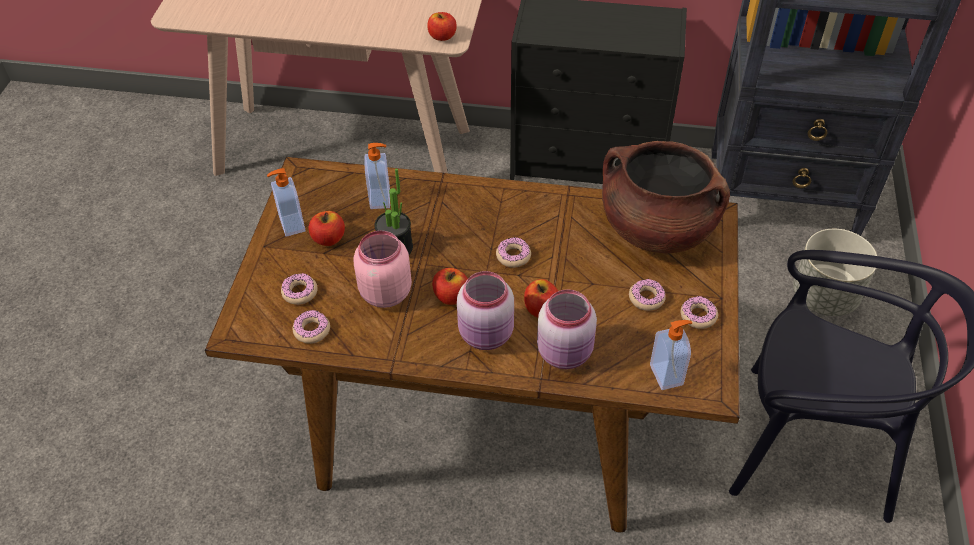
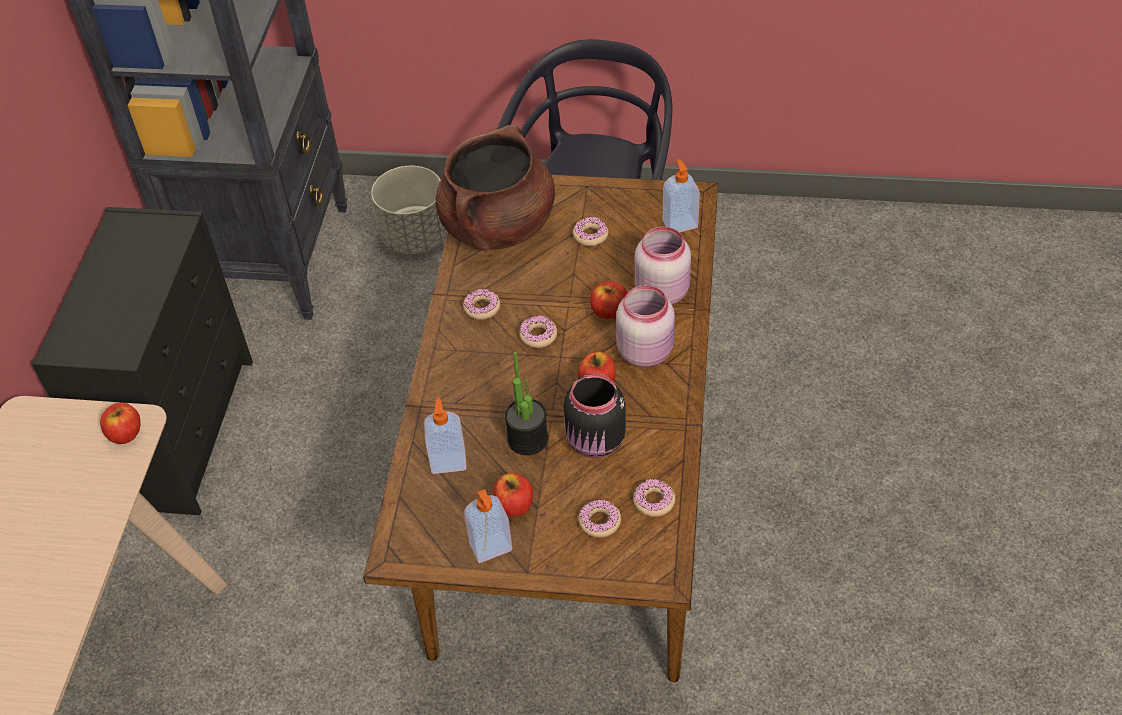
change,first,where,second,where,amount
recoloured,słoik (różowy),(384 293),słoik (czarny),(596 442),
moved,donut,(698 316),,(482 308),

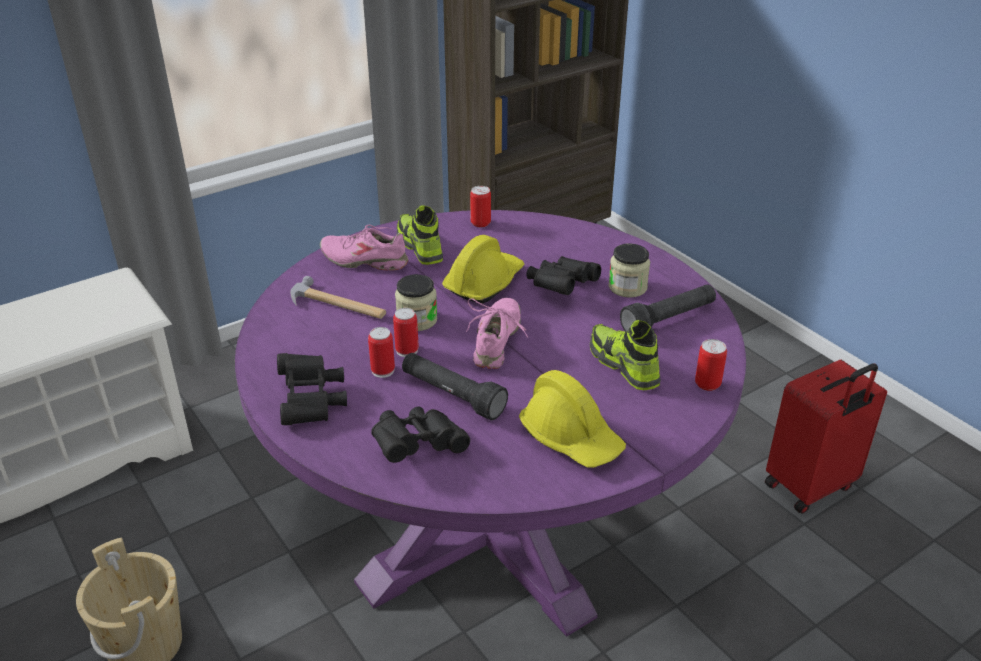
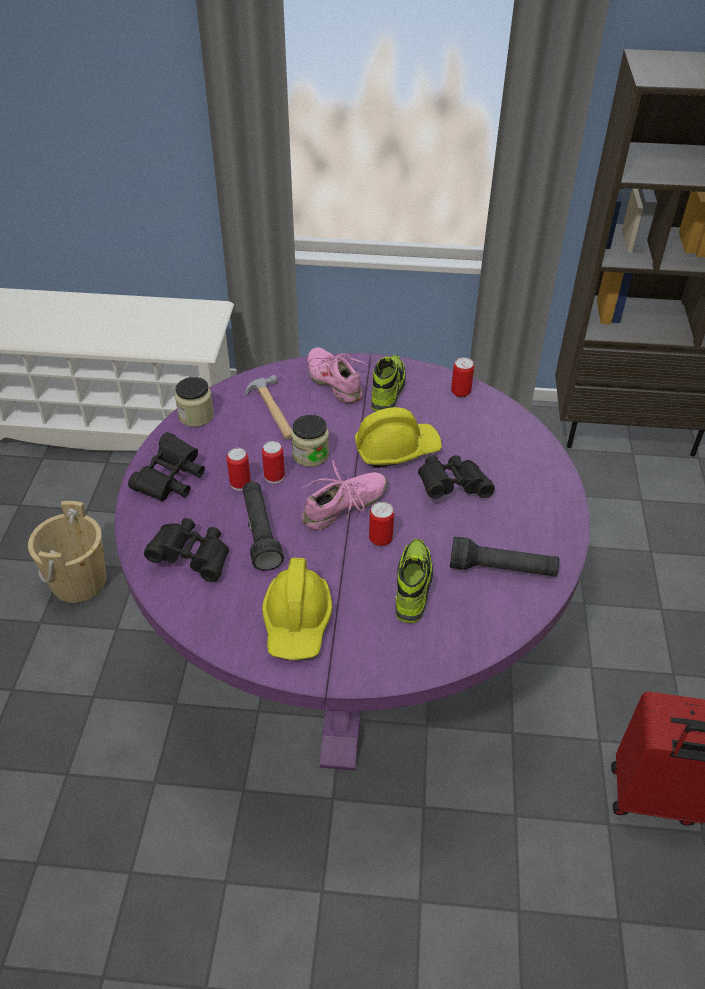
change,first,where,second,where,amount
moved,słoik,(627 287),,(196 416),
moved,puszka,(707 384),,(380 539),

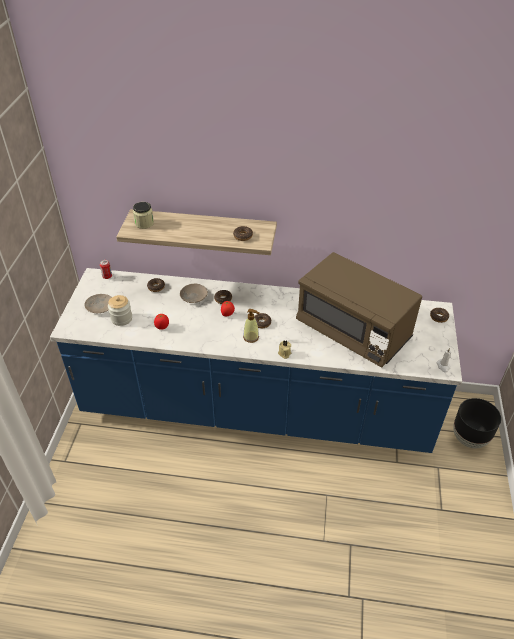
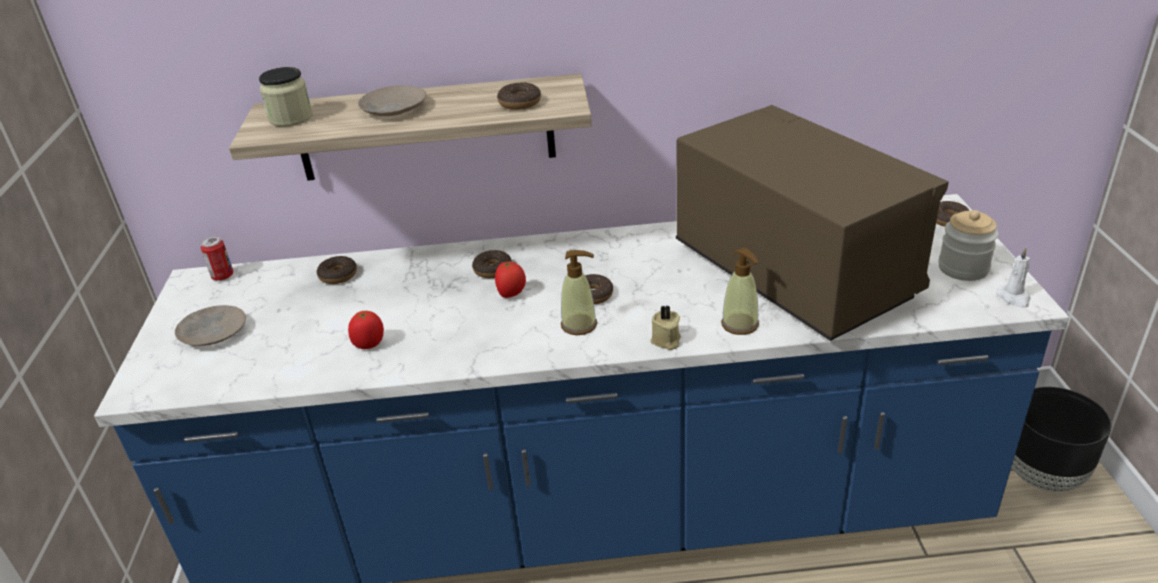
change,first,where,second,where,amount
moved,słoik,(121 318),,(963 268),
moved,talerz (beżowy),(193 296),,(393 109),
turned,mikrofalówka (brązowy),(353 331),,(792 273),150 degrees counterclockwise
added,,,dozownik mydła,(740 324),

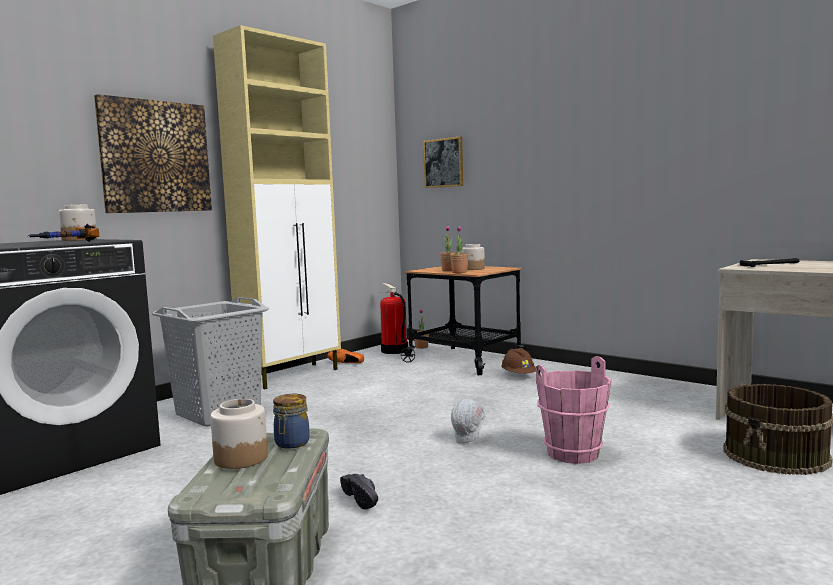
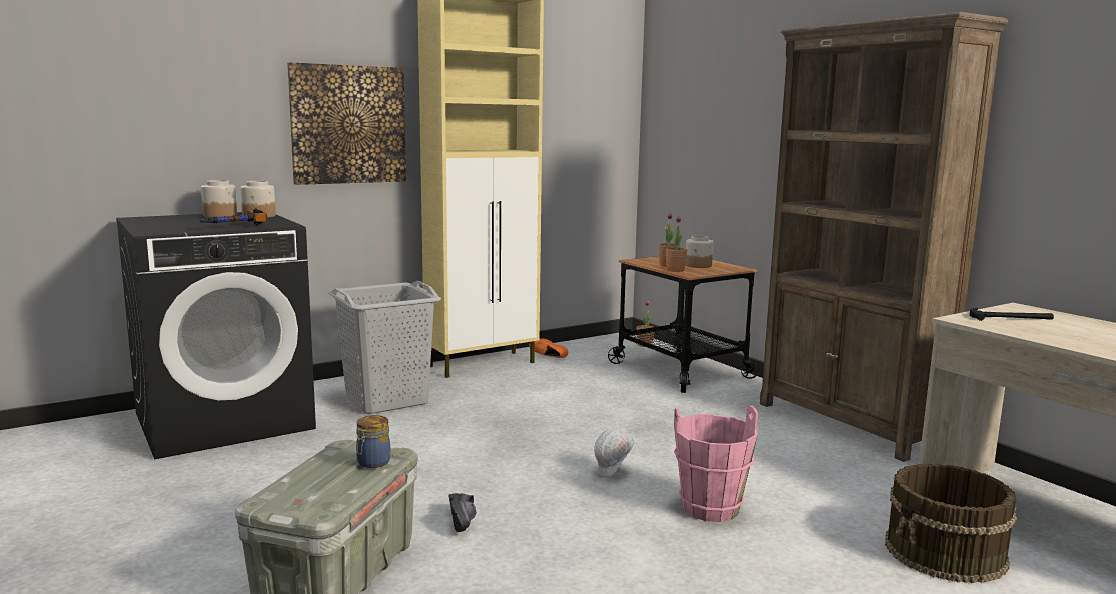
change,first,where,second,where,amount
moved,słoik,(241 458),,(220 215),
removed,gaśnica,(394 351),,,
removed,obraz,(444 163),,,
removed,kask (brązowy),(519 376),,,
added,,,regał (brązowy),(848 424),

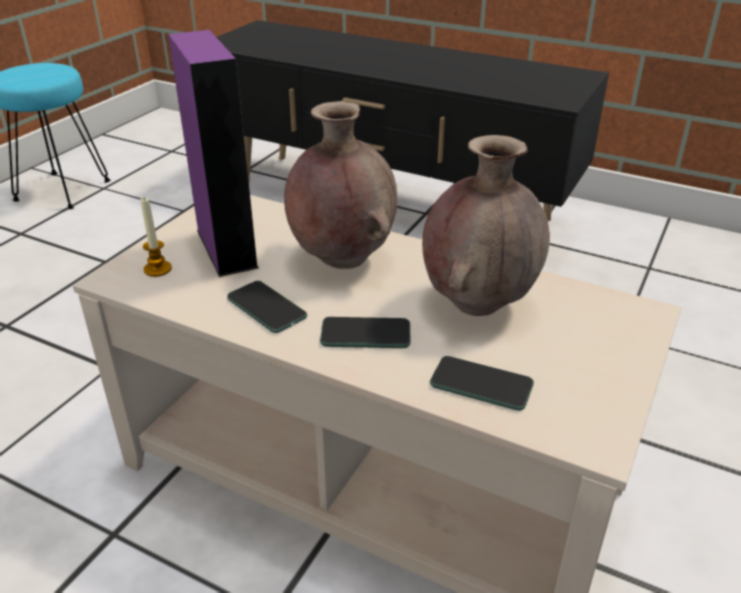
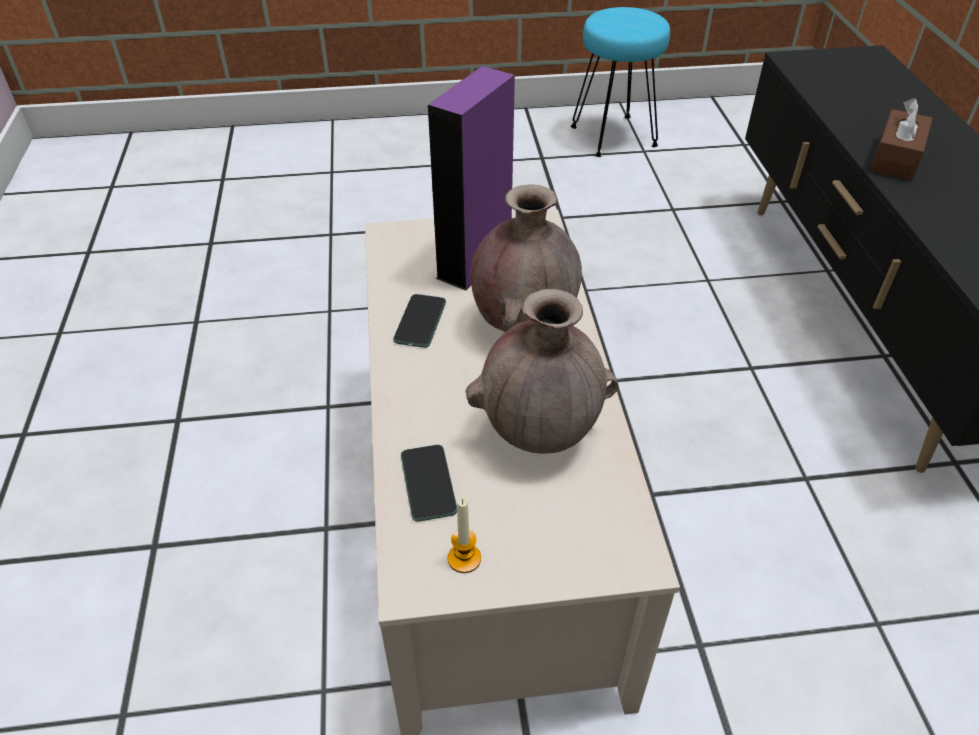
change,first,where,second,where,amount
moved,świeca,(157 269),,(464 558),
removed,telefon,(365 334),,,
added,,,pudełko chusteczek (brązowy),(895 158),

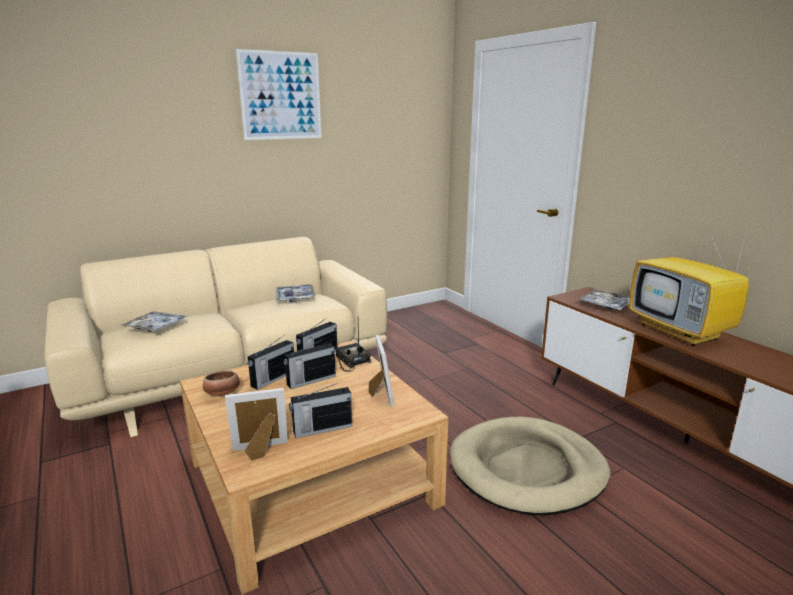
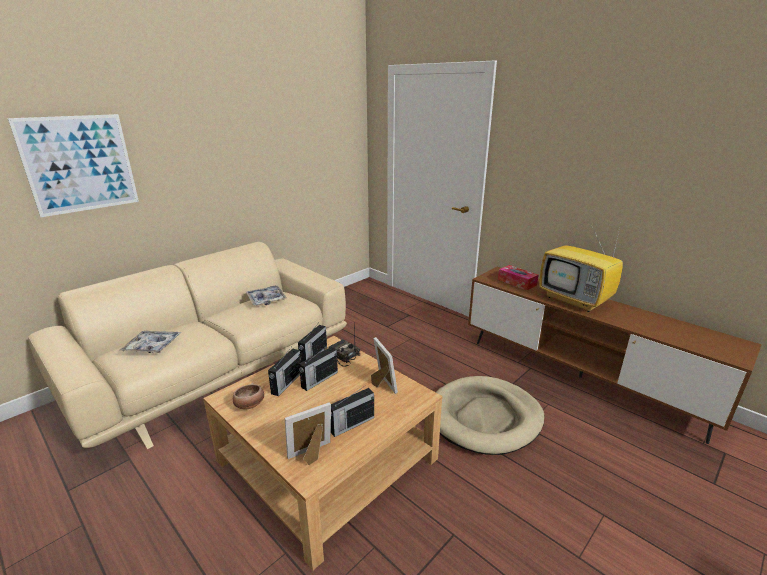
change,first,where,second,where,amount
moved,obraz,(281 96),,(80 164),
replaced,taca,(606 305),pudełko chusteczek,(516 282),

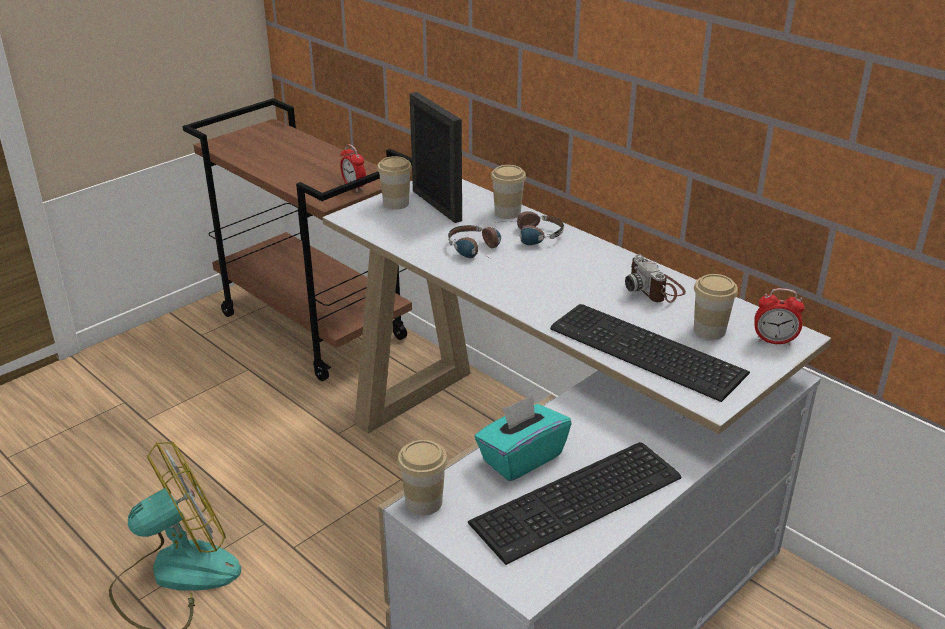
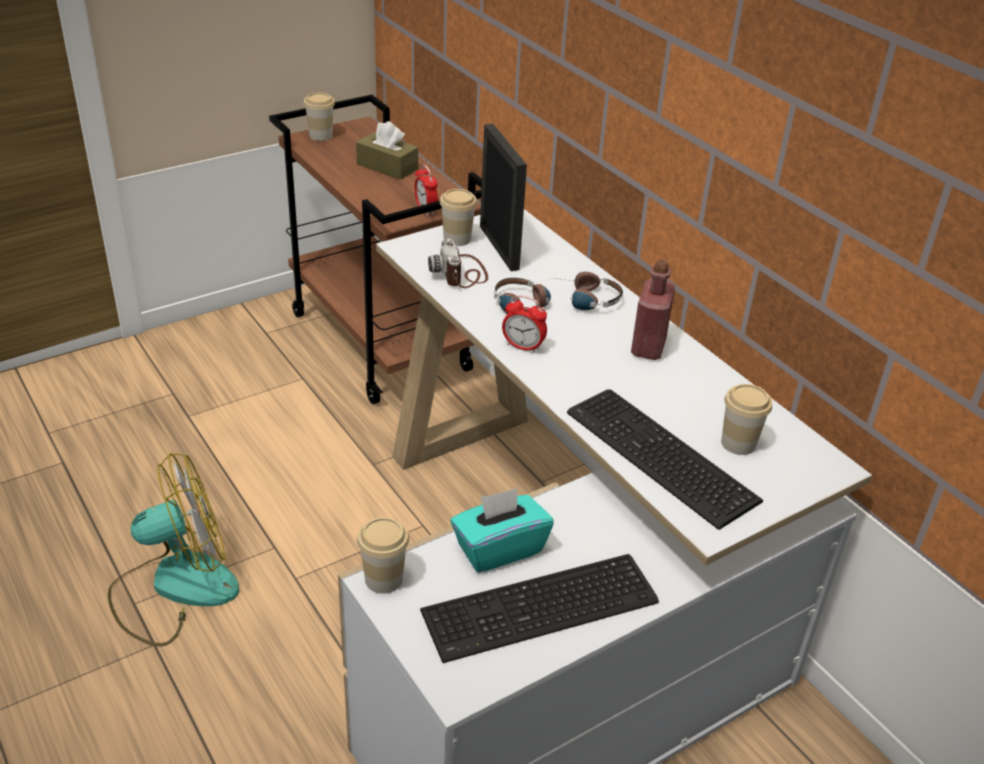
change,first,where,second,where,amount
moved,filiżanka,(507 213),,(320 136),
moved,aparat fotograficzny,(655 289),,(461 273),
moved,budzik,(774 341),,(523 347),
added,,,pudełko chusteczek (brązowy),(387 166),
added,,,butelka (czerwony),(648 347),

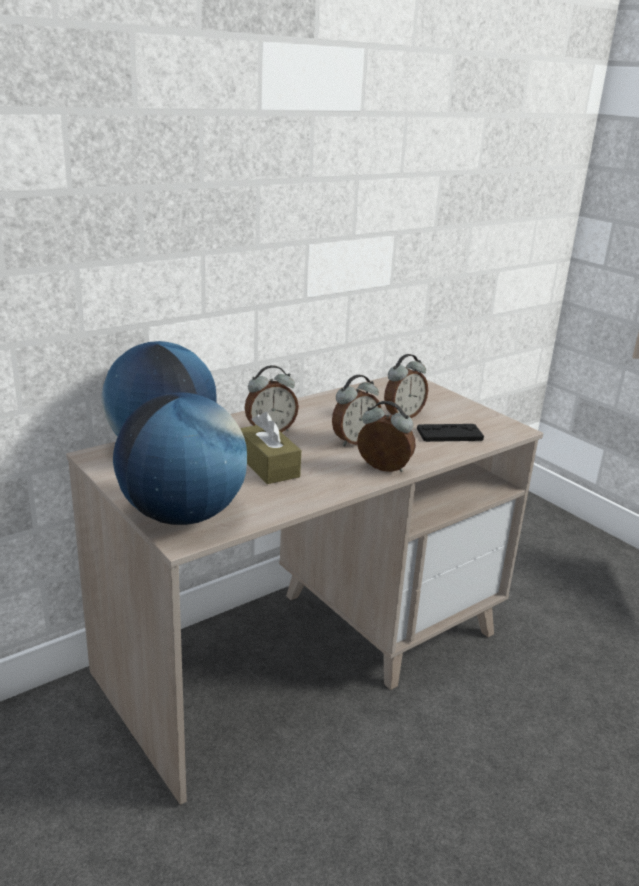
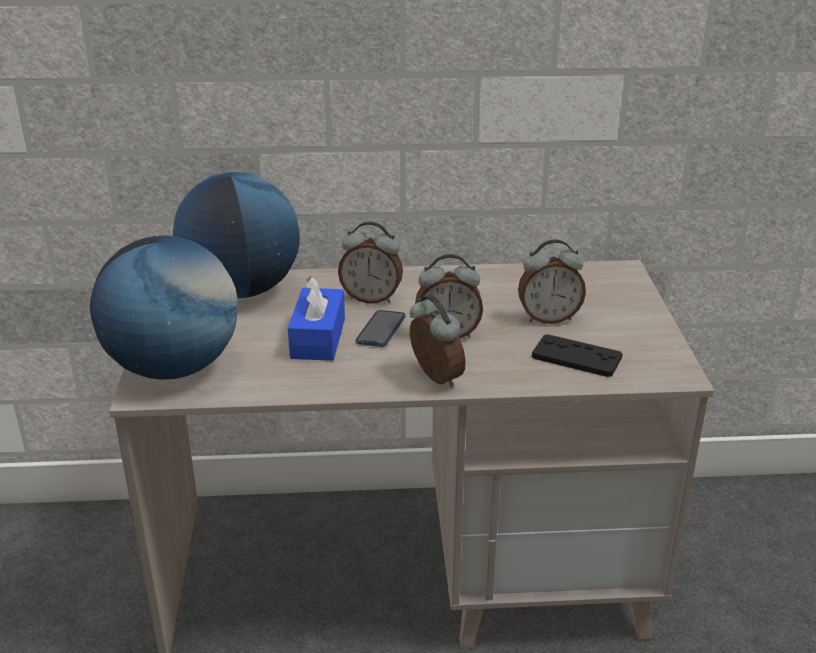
change,first,where,second,where,amount
recoloured,pudełko chusteczek (brązowy),(268 466),pudełko chusteczek (niebieski),(318 338),
added,,,telefon,(381 330),

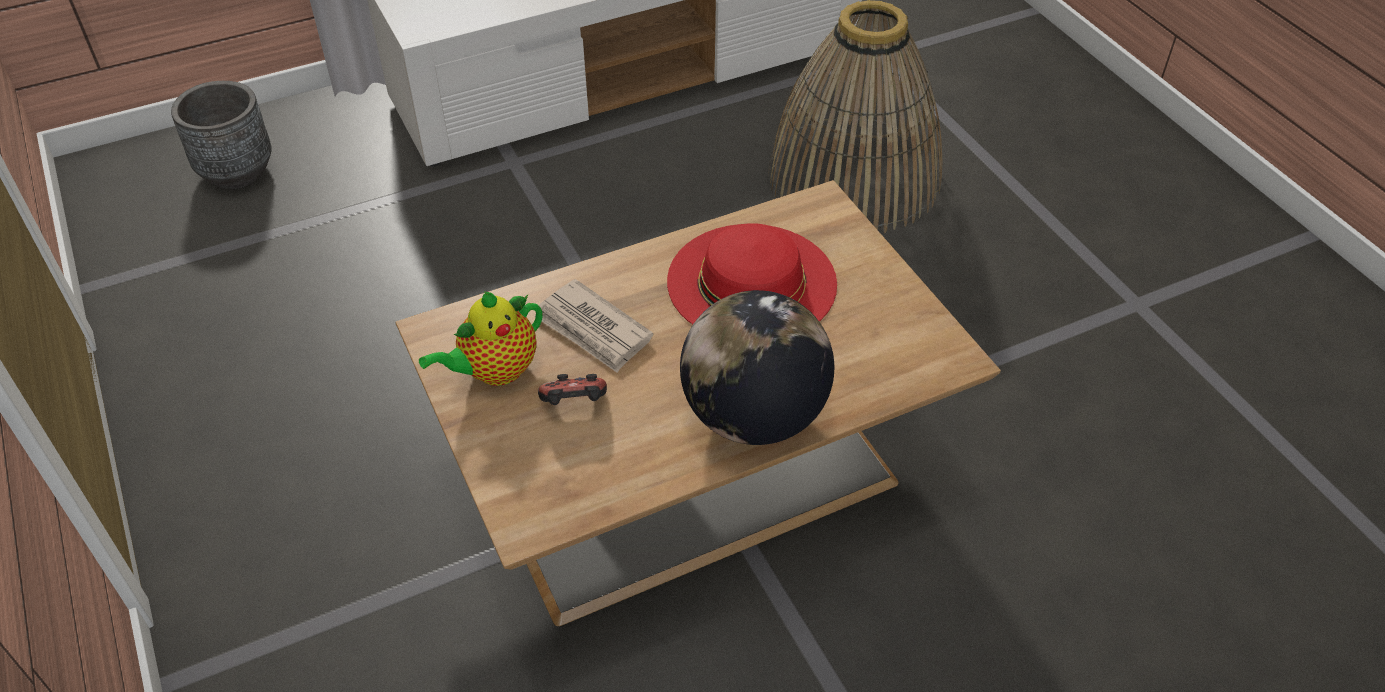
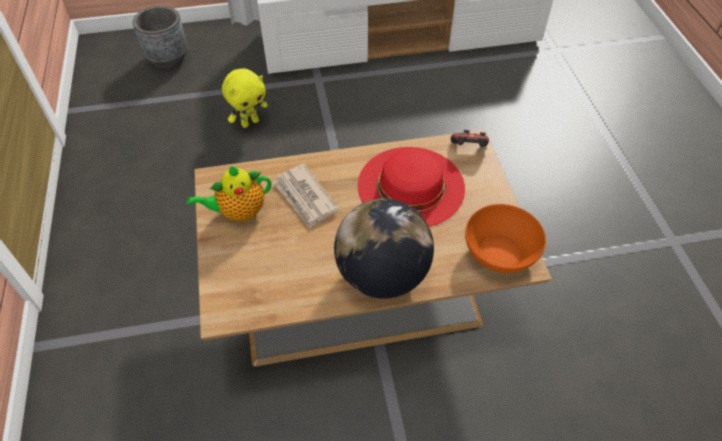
change,first,where,second,where,amount
moved,pad do gier,(574 405),,(468 148),
removed,koszyk,(854 177),,,
added,,,pluszak (żółty),(250 122),
added,,,miska (pomarańczowy),(500 252),

